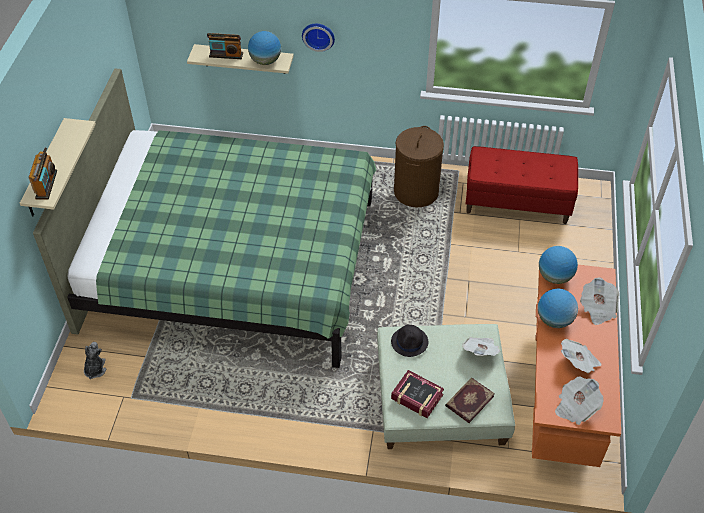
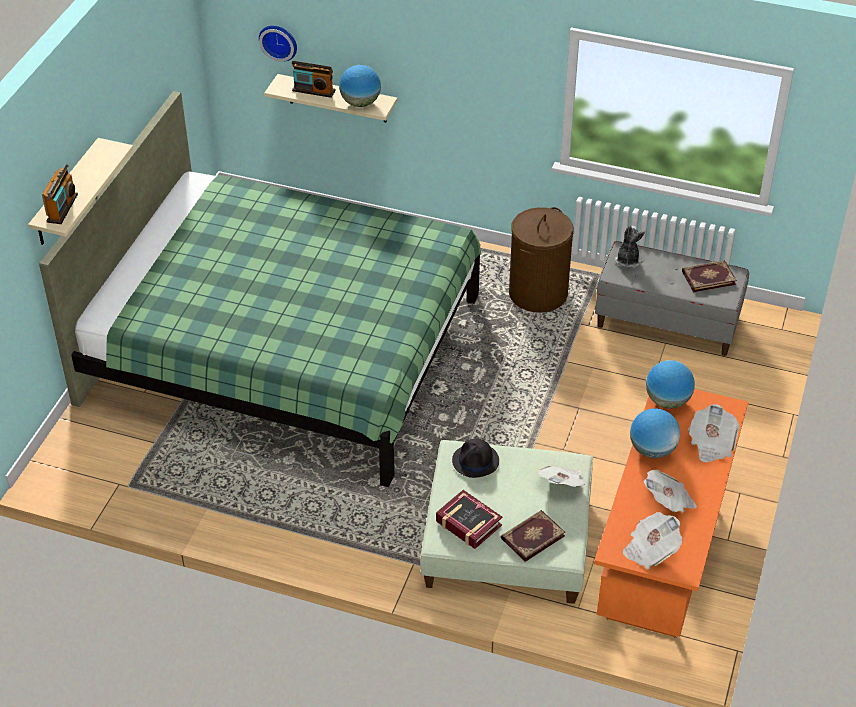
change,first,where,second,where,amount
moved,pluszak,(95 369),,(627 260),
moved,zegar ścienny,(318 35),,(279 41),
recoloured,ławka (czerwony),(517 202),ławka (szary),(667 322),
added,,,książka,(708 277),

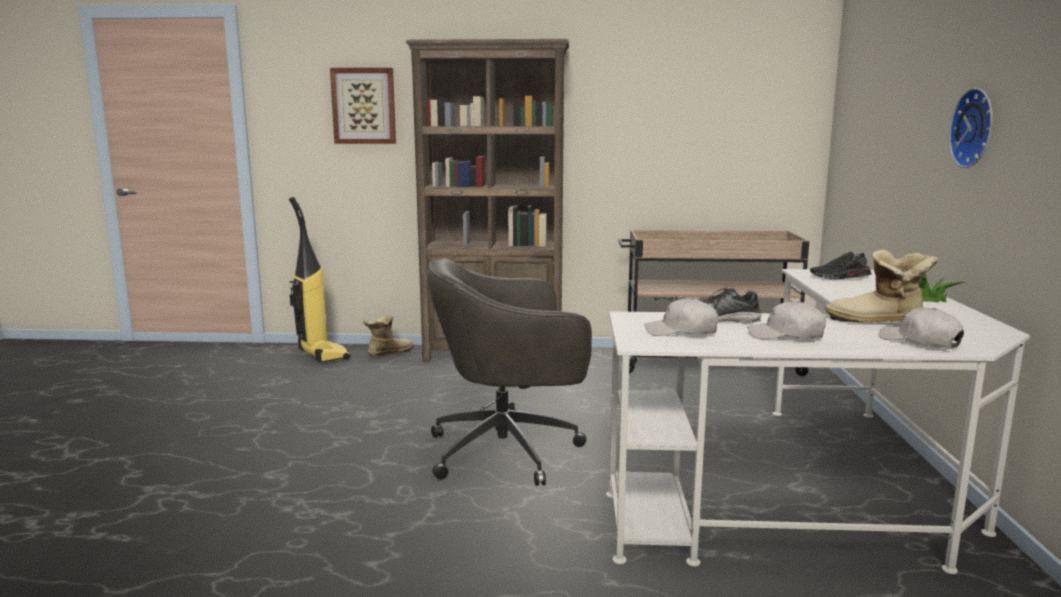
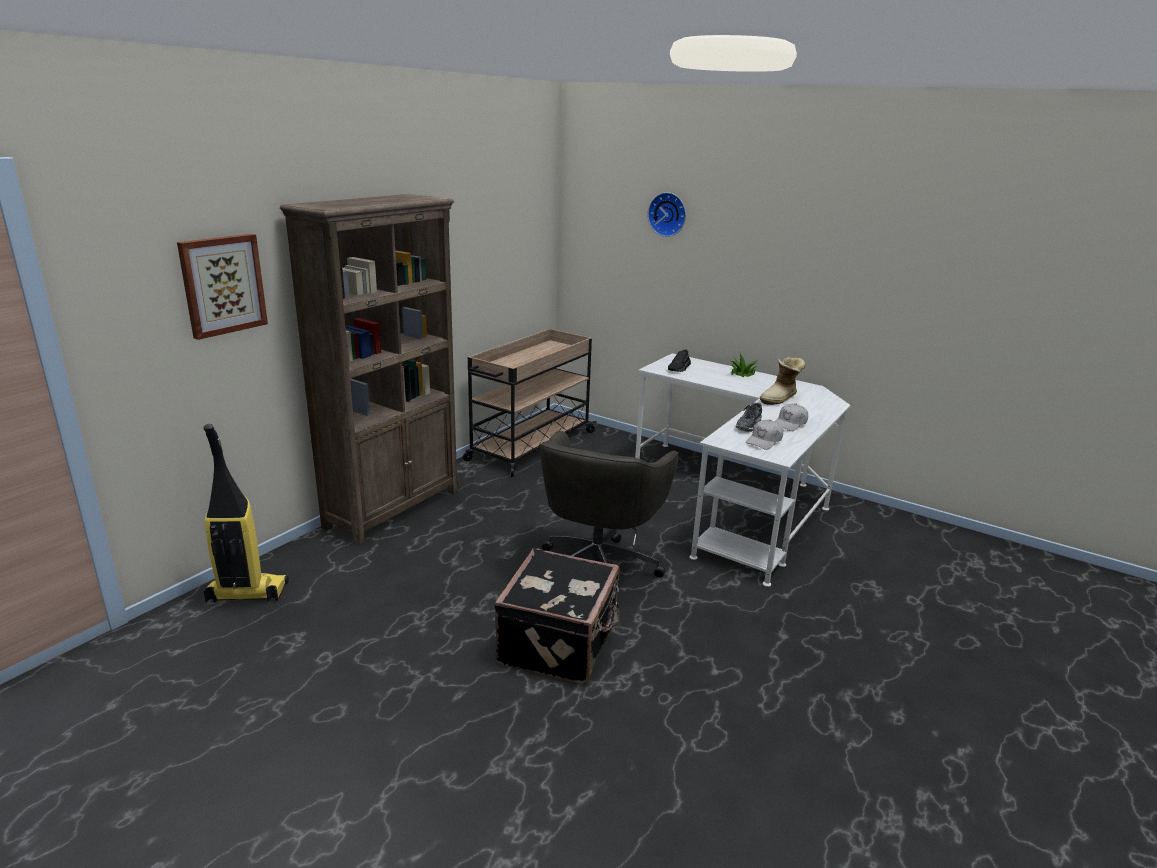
change,first,where,second,where,amount
removed,but z cholewką,(388 353),,,
removed,czapka z daszkiem (biały),(920 342),,,
moved,zegar ścienny,(976 128),,(668 214),
added,,,walizka (czarny),(560 643),

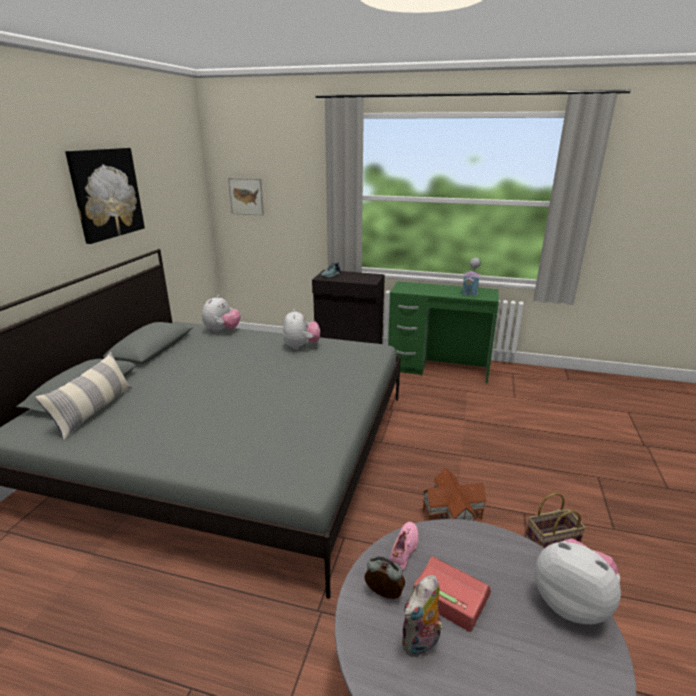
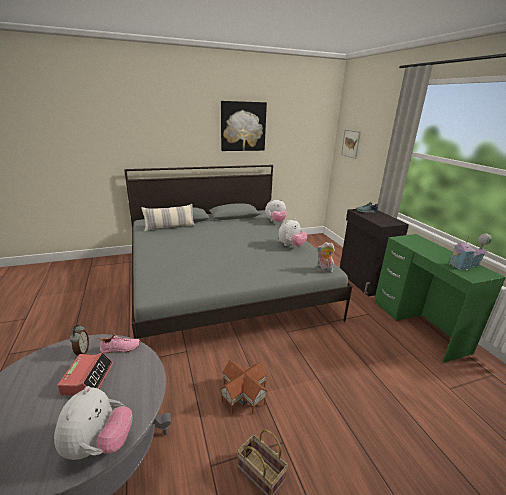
change,first,where,second,where,amount
moved,pluszak,(421 643),,(323 271),

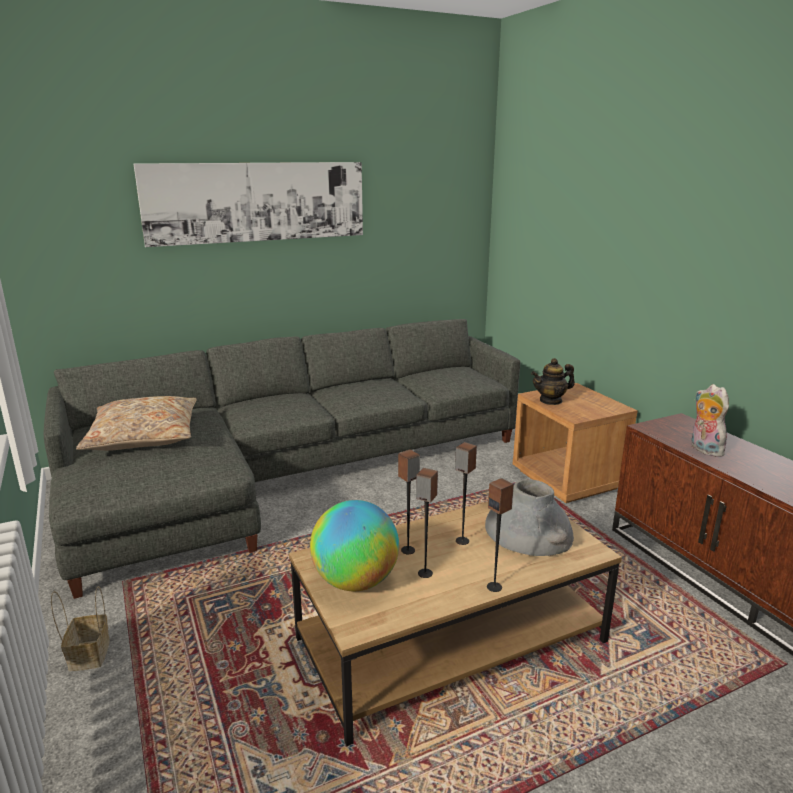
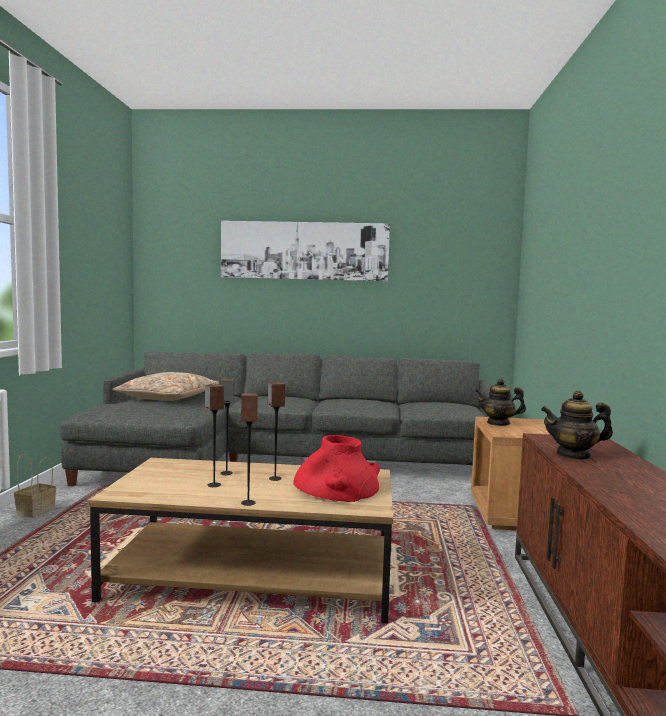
change,first,where,second,where,amount
removed,globus,(355 581),,,
recoloured,wazon (szary),(528 532),wazon (czerwony),(337 487),
replaced,pluszak,(703 450),imbryk,(574 455),

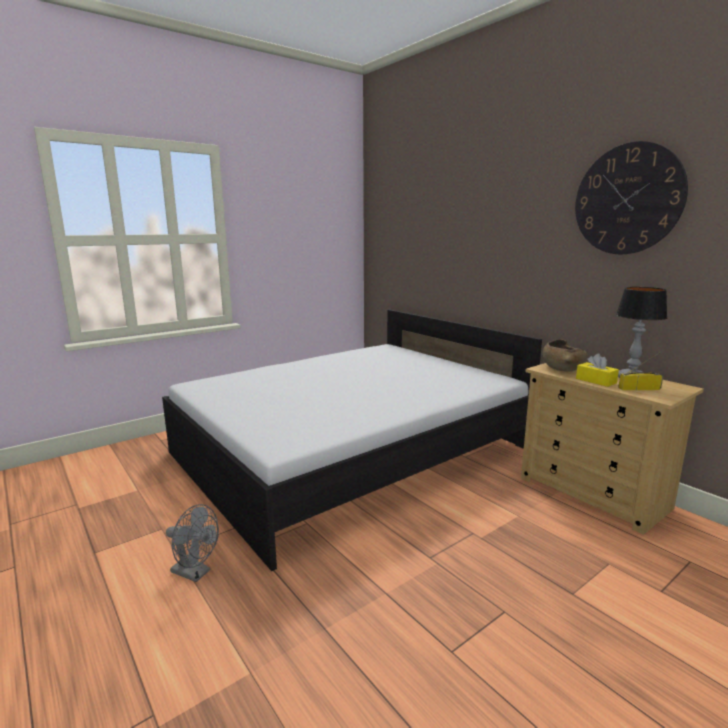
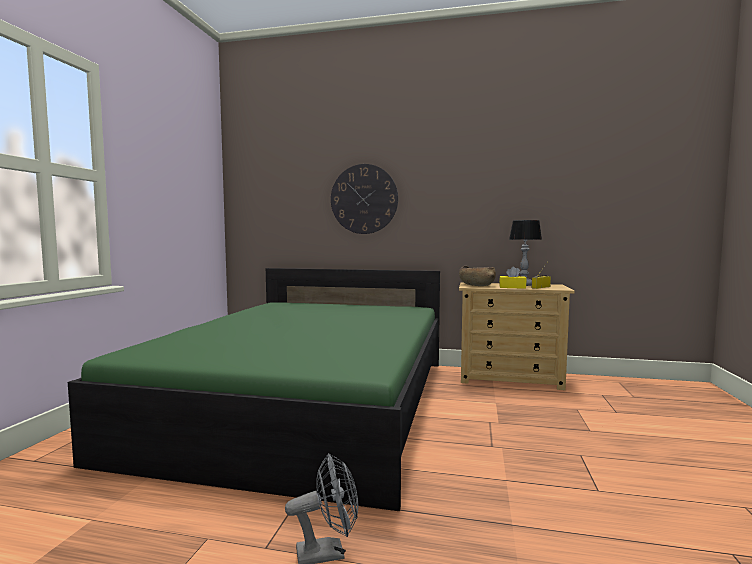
change,first,where,second,where,amount
recoloured,łóżko (biały),(350 451),łóżko (zielony),(307 402),
moved,zegar ścienny,(627 199),,(364 199),

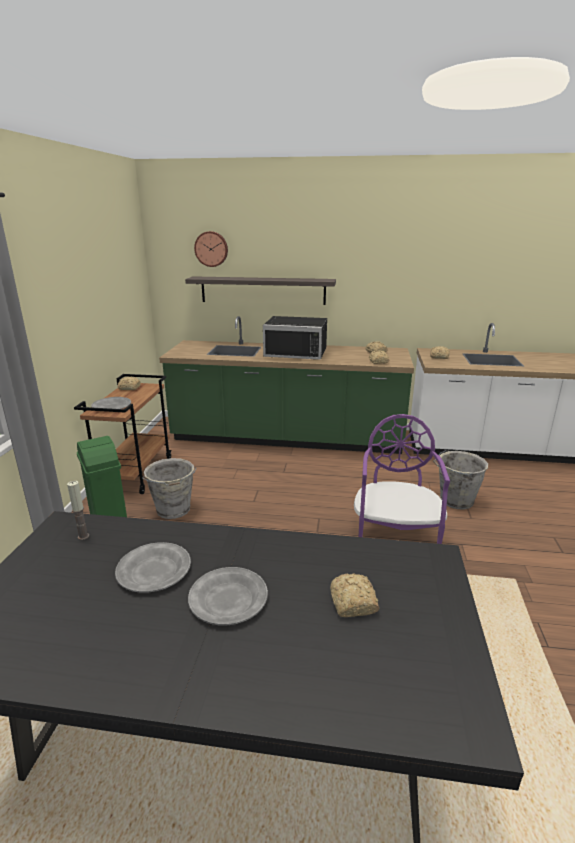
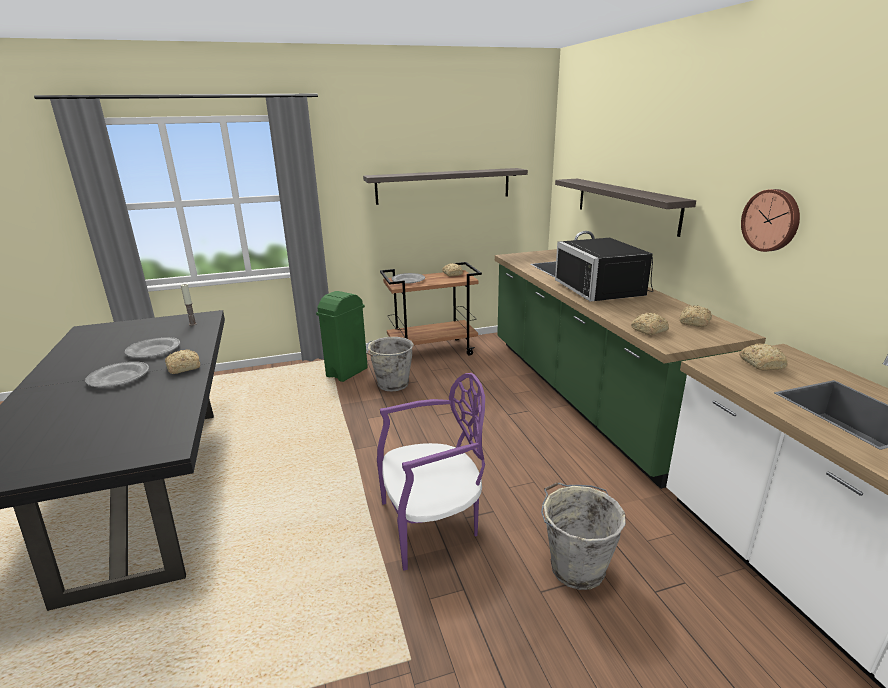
change,first,where,second,where,amount
moved,zegar ścienny,(211 249),,(771 220),
moved,chleb,(352 604),,(183 368),
added,,,półka,(443 186),

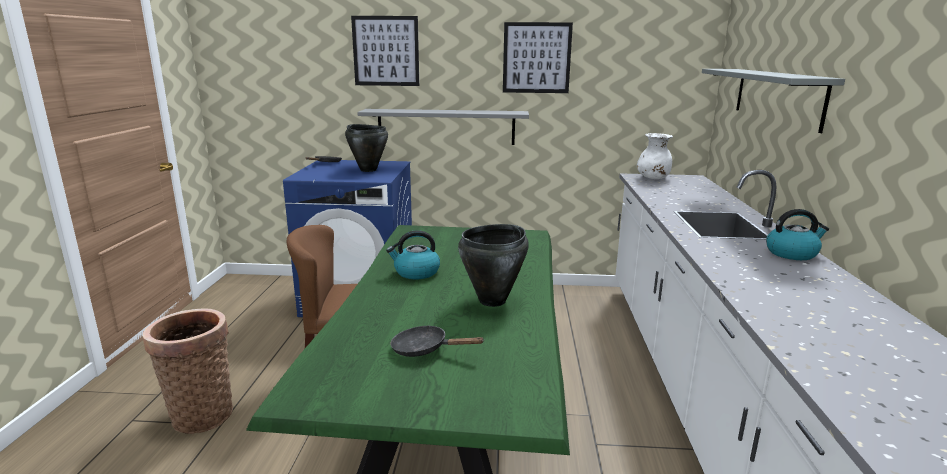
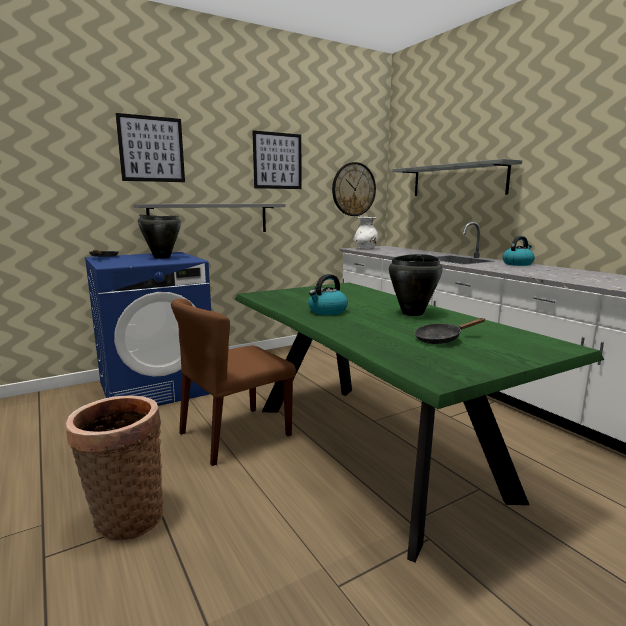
change,first,where,second,where,amount
added,,,zegar ścienny,(353 189),

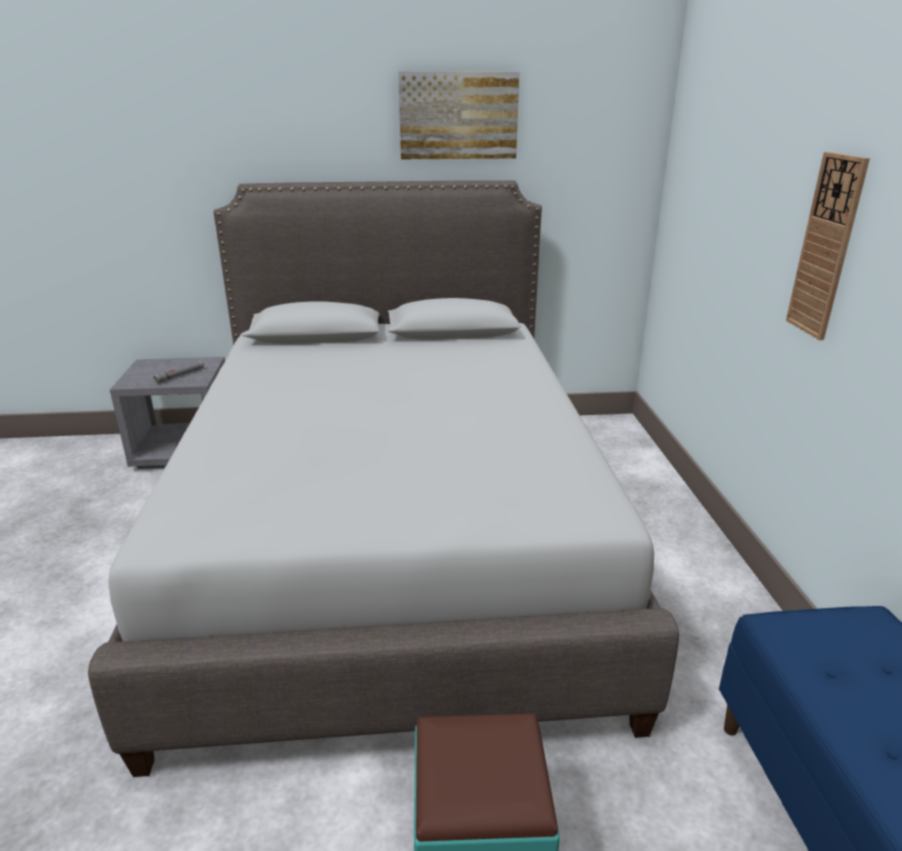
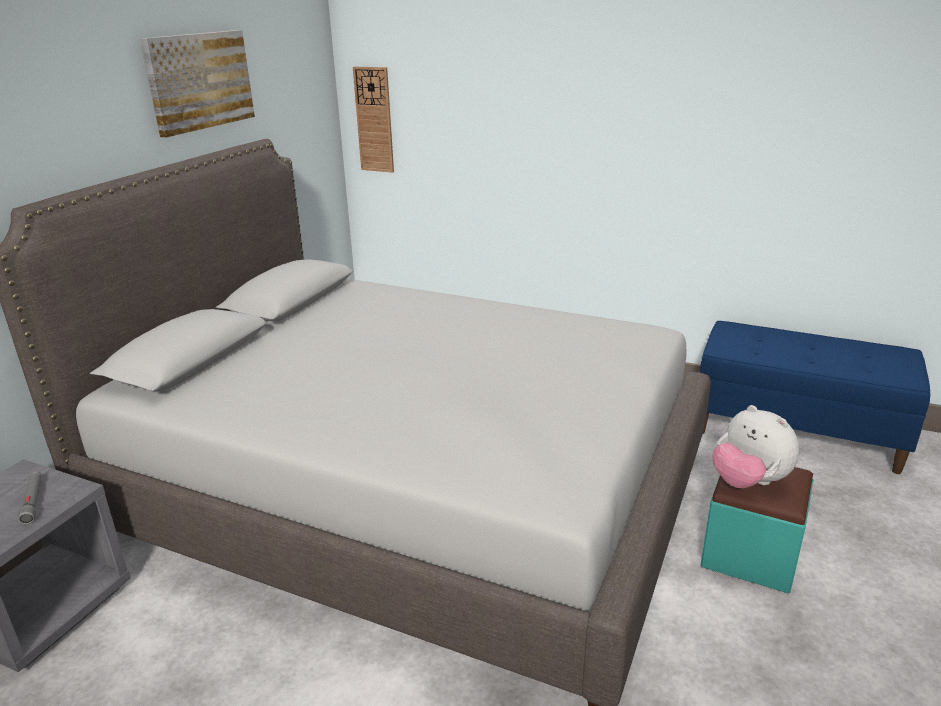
change,first,where,second,where,amount
moved,zegar ścienny,(826 247),,(374 120),
added,,,pluszak,(748 482),

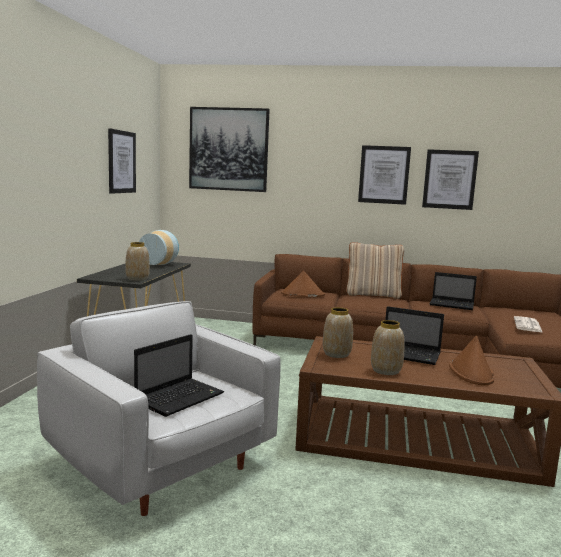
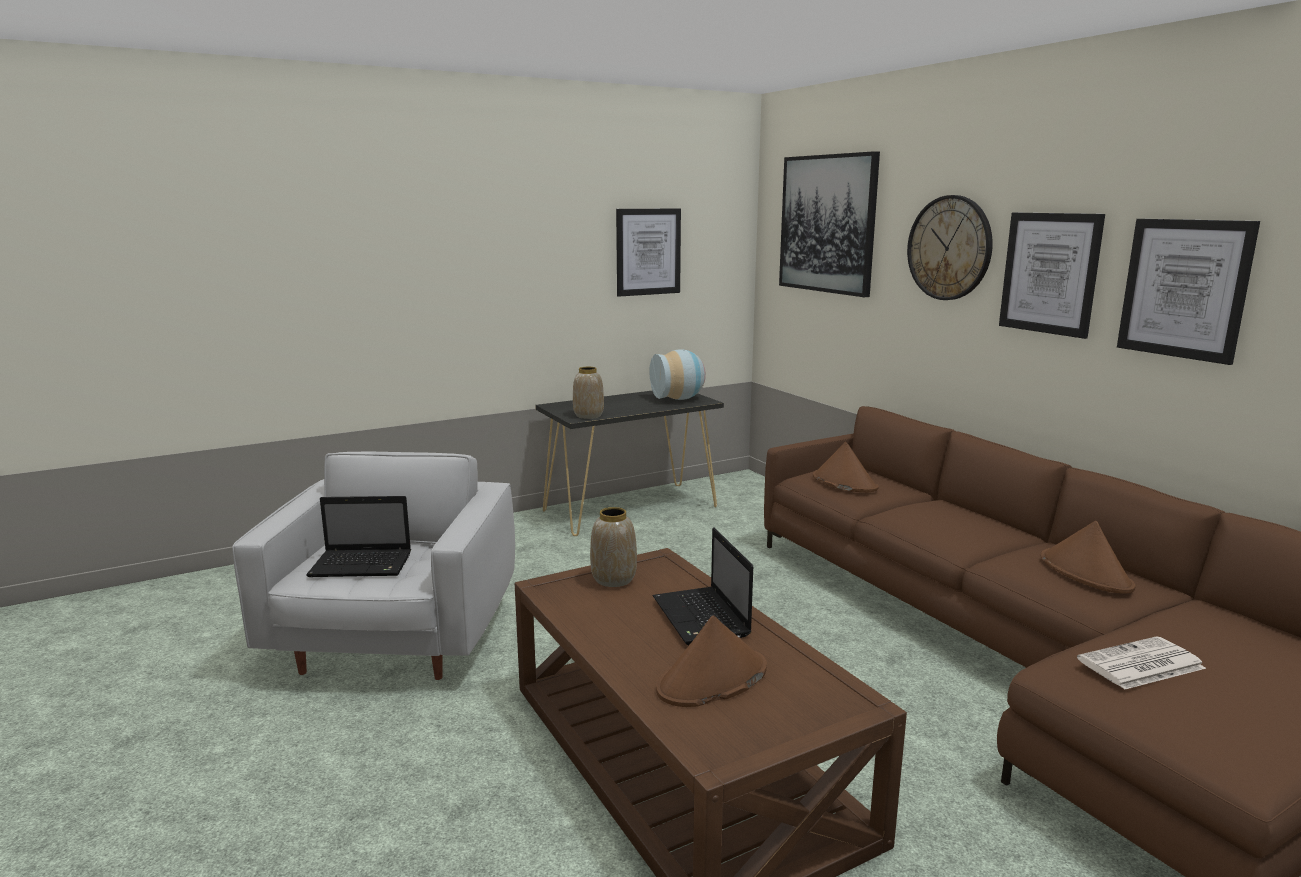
change,first,where,second,where,amount
removed,poduszka (beżowy),(373 295),,,
removed,wazon,(385 370),,,
replaced,laptop,(452 305),kapelusz (brązowy),(1086 573),
added,,,zegar ścienny,(949 248),

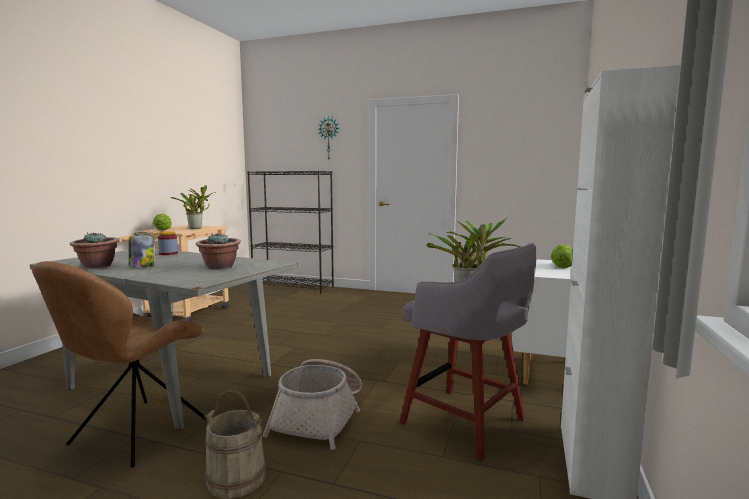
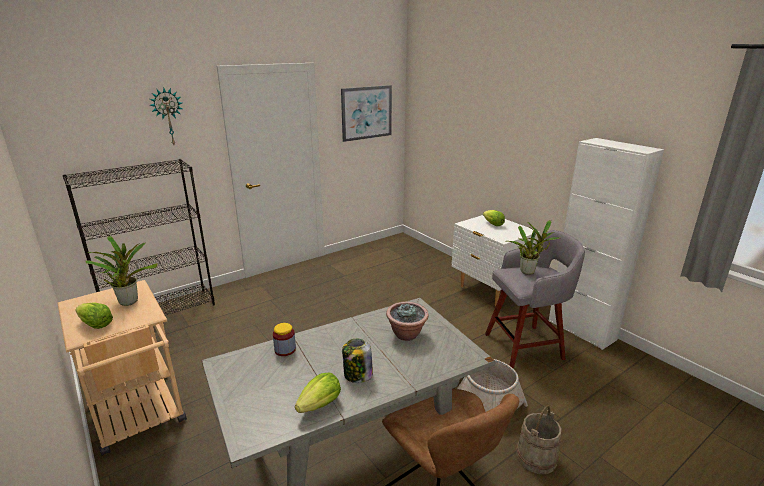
change,first,where,second,where,amount
replaced,roślina doniczkowa,(97 266),sałata,(320 405),
added,,,obraz,(366 113),

